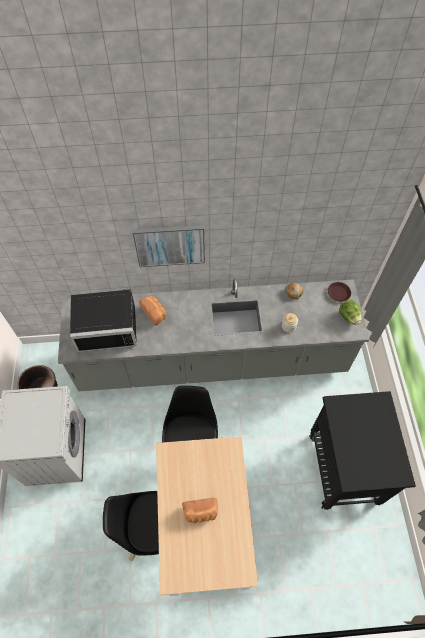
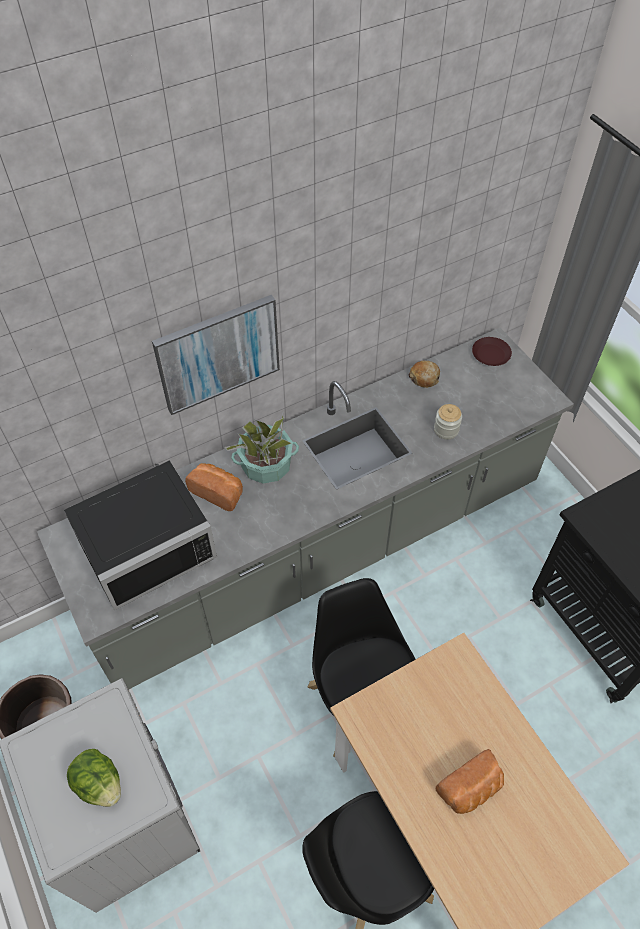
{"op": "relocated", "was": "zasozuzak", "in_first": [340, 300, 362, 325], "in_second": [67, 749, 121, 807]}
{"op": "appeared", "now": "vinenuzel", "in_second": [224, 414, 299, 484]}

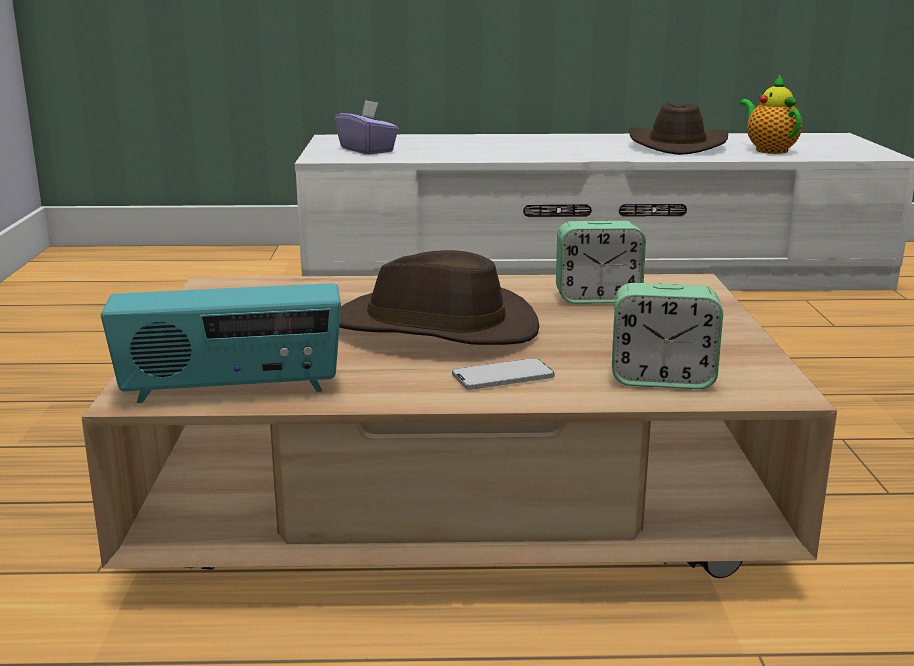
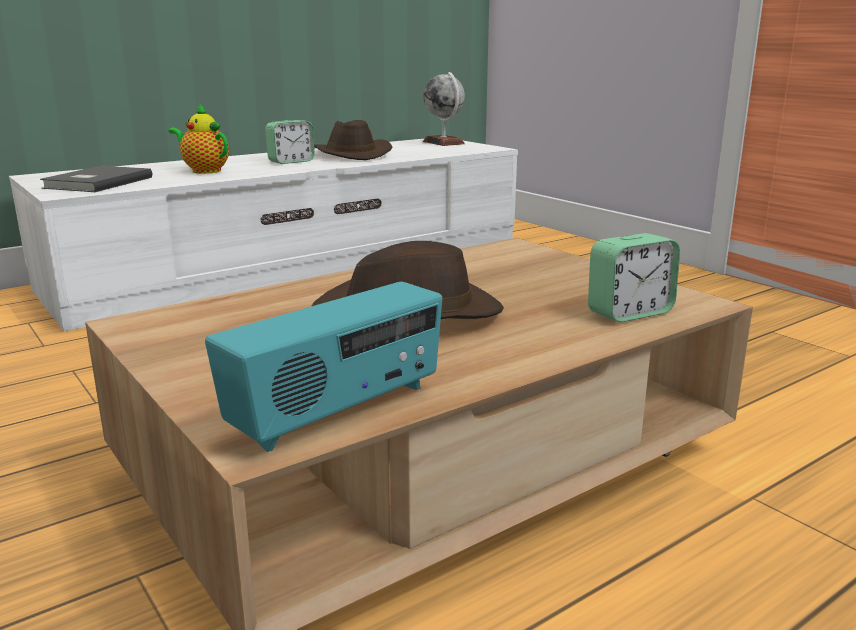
{"op": "relocated", "was": "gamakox", "in_first": [740, 75, 802, 154], "in_second": [168, 103, 229, 174]}
{"op": "exchanged", "was": "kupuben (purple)", "now": "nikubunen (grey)", "in_first": [334, 100, 399, 155], "in_second": [40, 166, 152, 192]}
{"op": "relocated", "was": "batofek", "in_first": [556, 221, 646, 304], "in_second": [265, 120, 315, 164]}
{"op": "missing", "was": "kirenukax", "in_first": [452, 358, 555, 390]}
{"op": "appeared", "now": "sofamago", "in_second": [423, 72, 465, 146]}

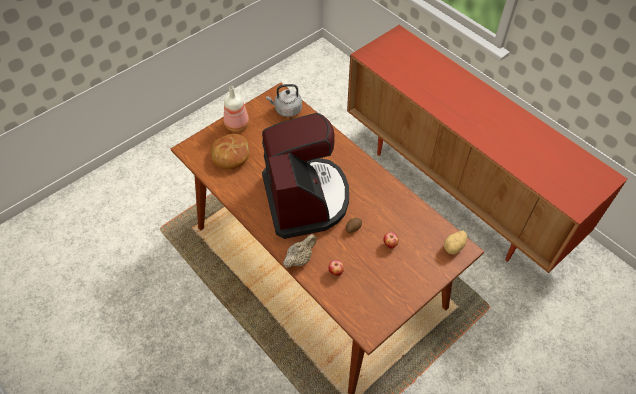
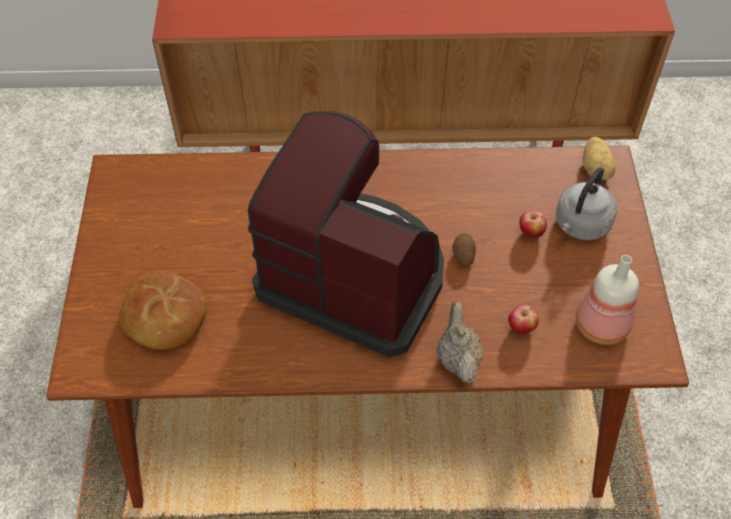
{"op": "relocated", "was": "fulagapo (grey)", "in_first": [266, 84, 302, 117], "in_second": [556, 167, 617, 240]}
{"op": "relocated", "was": "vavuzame", "in_first": [224, 86, 249, 132], "in_second": [576, 255, 639, 345]}

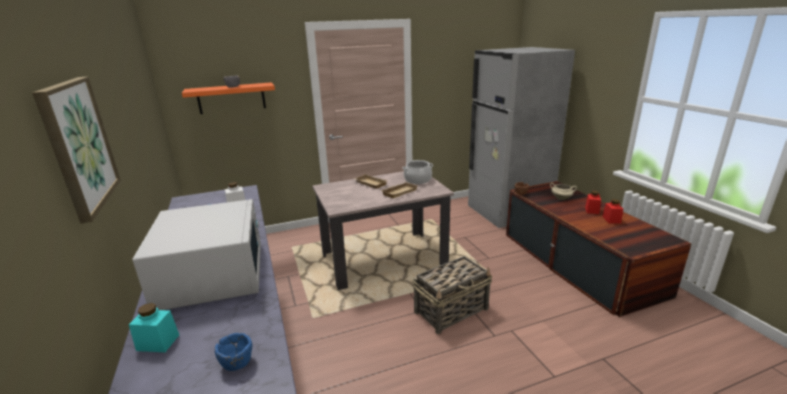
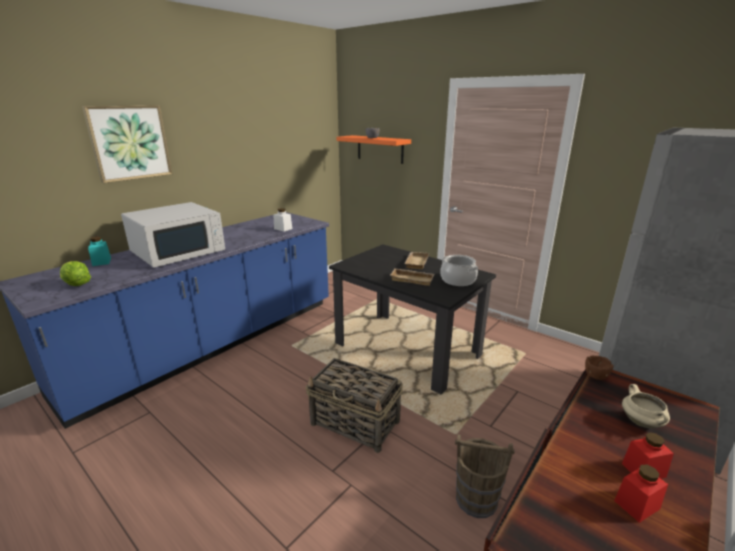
{"op": "colour", "was": "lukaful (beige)", "now": "lukaful (black)", "in_first": [312, 171, 454, 290], "in_second": [329, 244, 496, 394]}
{"op": "exchanged", "was": "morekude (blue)", "now": "zasozuzak", "in_first": [215, 333, 252, 371], "in_second": [60, 261, 91, 286]}
{"op": "appeared", "now": "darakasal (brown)", "in_second": [455, 434, 514, 518]}

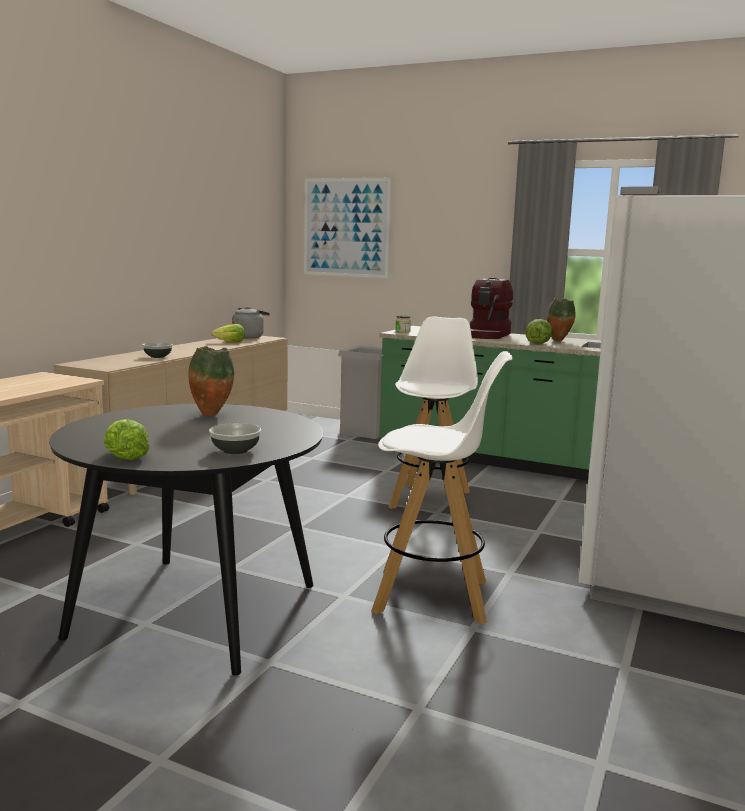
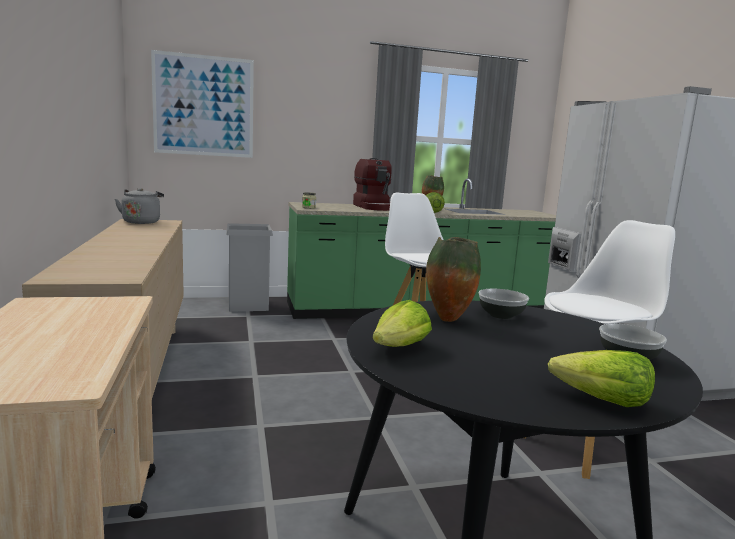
{"op": "relocated", "was": "zasozuzak", "in_first": [211, 324, 245, 342], "in_second": [373, 300, 432, 347]}
{"op": "relocated", "was": "morekude", "in_first": [142, 342, 173, 358], "in_second": [478, 289, 529, 319]}

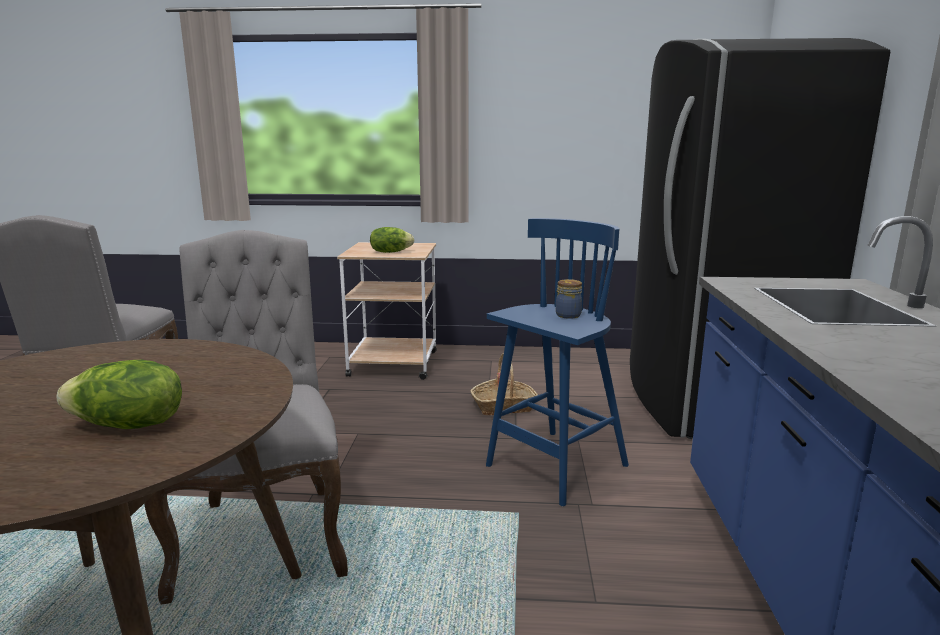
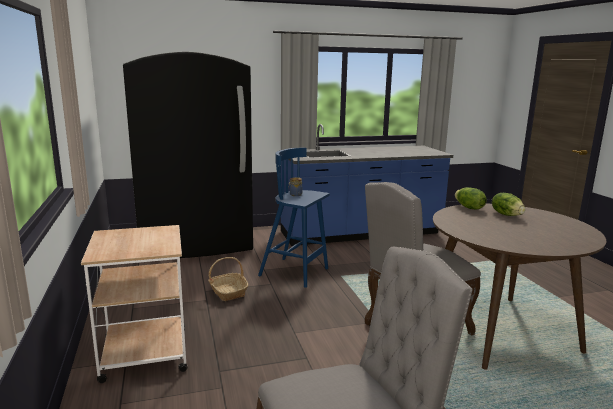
{"op": "relocated", "was": "zasozuzak", "in_first": [370, 227, 414, 253], "in_second": [455, 187, 487, 209]}

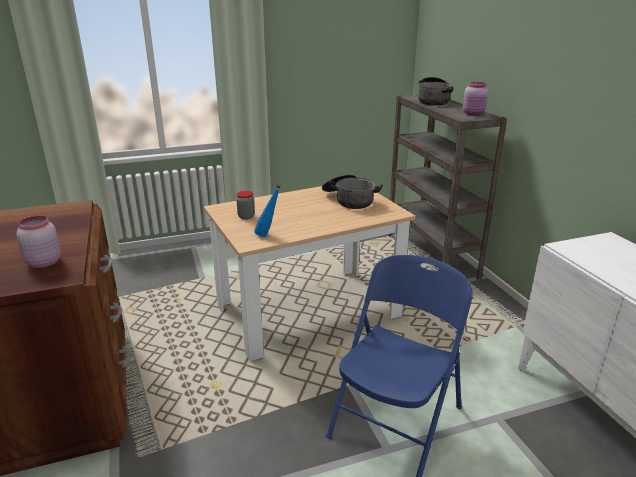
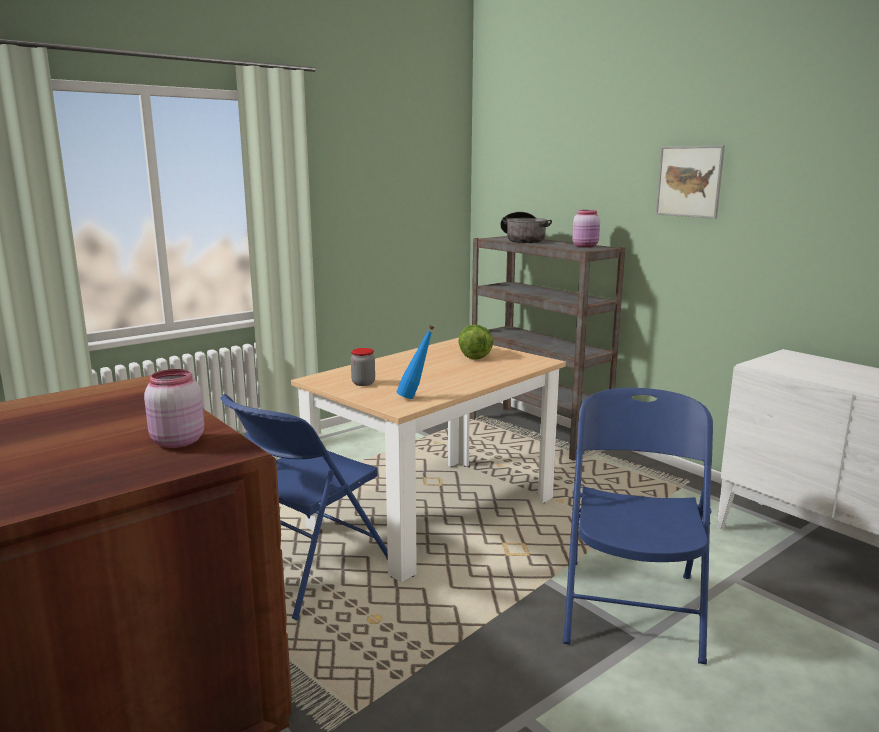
{"op": "exchanged", "was": "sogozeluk", "now": "zasozuzak", "in_first": [322, 175, 383, 209], "in_second": [458, 325, 493, 360]}
{"op": "appeared", "now": "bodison", "in_second": [655, 146, 725, 219]}
{"op": "appeared", "now": "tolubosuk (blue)", "in_second": [220, 394, 388, 621]}

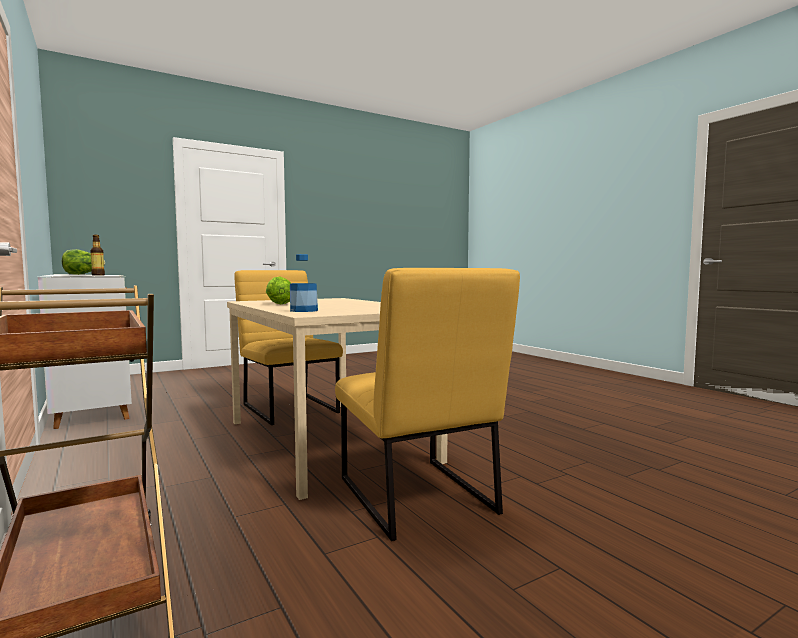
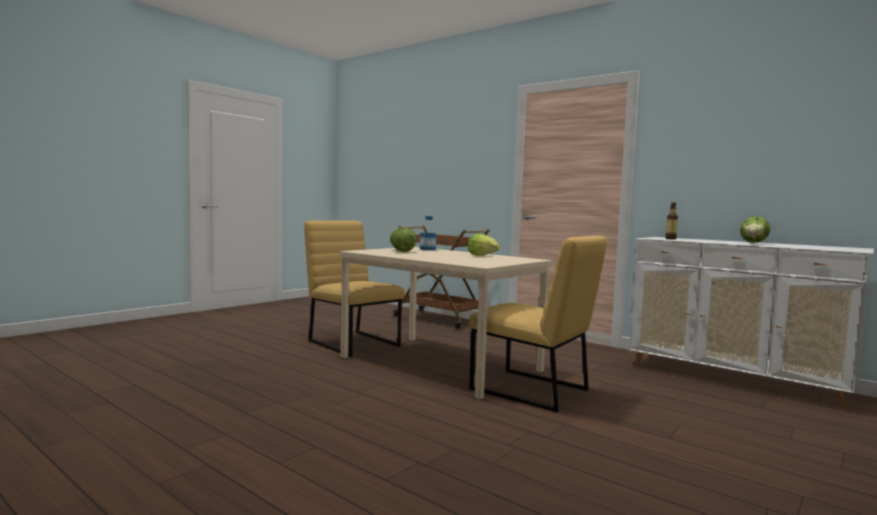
{"op": "appeared", "now": "zasozuzak", "in_second": [390, 227, 416, 252]}

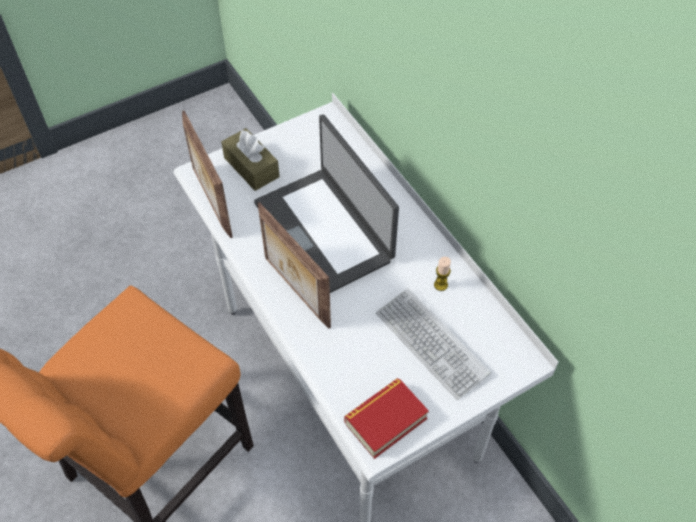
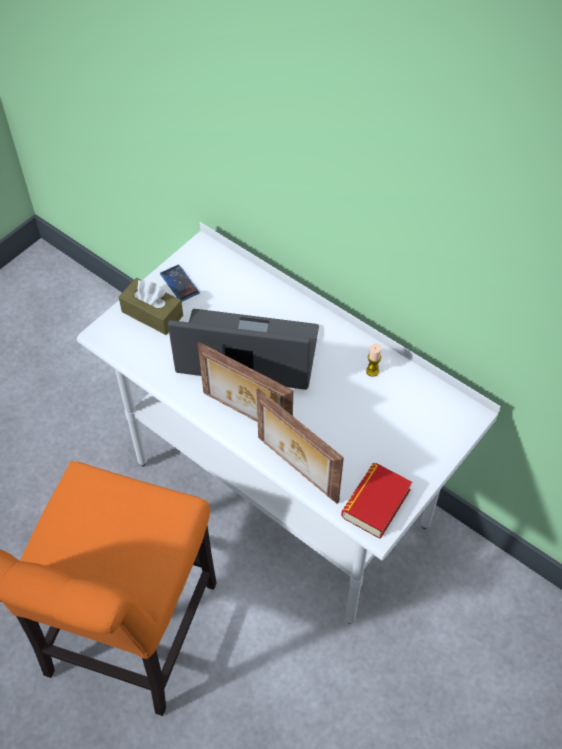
{"op": "relocated", "was": "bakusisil", "in_first": [182, 111, 233, 238], "in_second": [256, 388, 344, 504]}
{"op": "spun", "was": "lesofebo", "in_first": [254, 114, 399, 293], "in_second": [168, 309, 319, 390], "clockwise": 150}
{"op": "missing", "was": "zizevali", "in_first": [376, 288, 491, 400]}
{"op": "appeared", "now": "kirenukax", "in_second": [160, 265, 200, 302]}

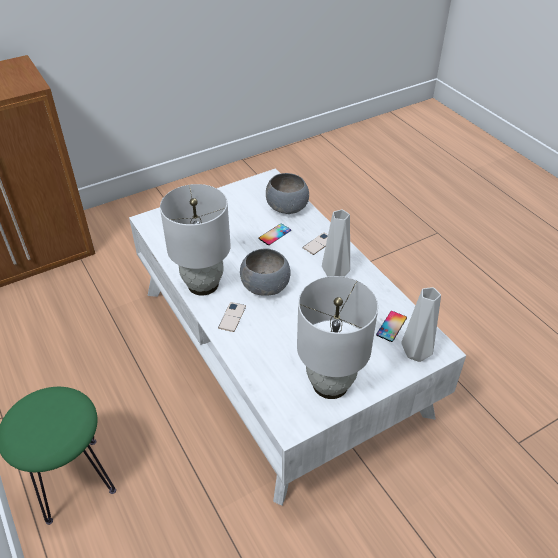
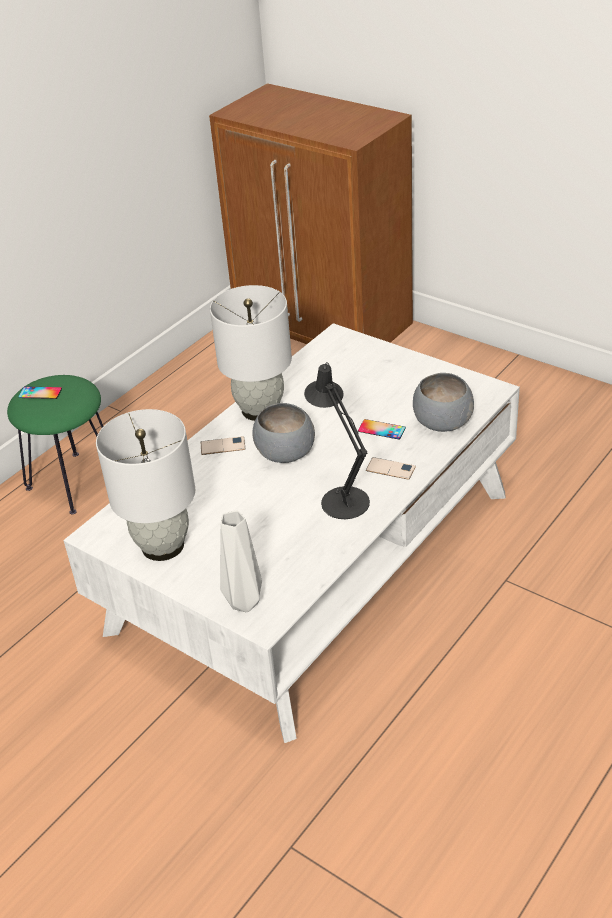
{"op": "exchanged", "was": "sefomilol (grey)", "now": "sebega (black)", "in_first": [322, 210, 350, 277], "in_second": [304, 362, 370, 519]}
{"op": "relocated", "was": "kirenukax", "in_first": [376, 311, 407, 342], "in_second": [18, 386, 62, 399]}

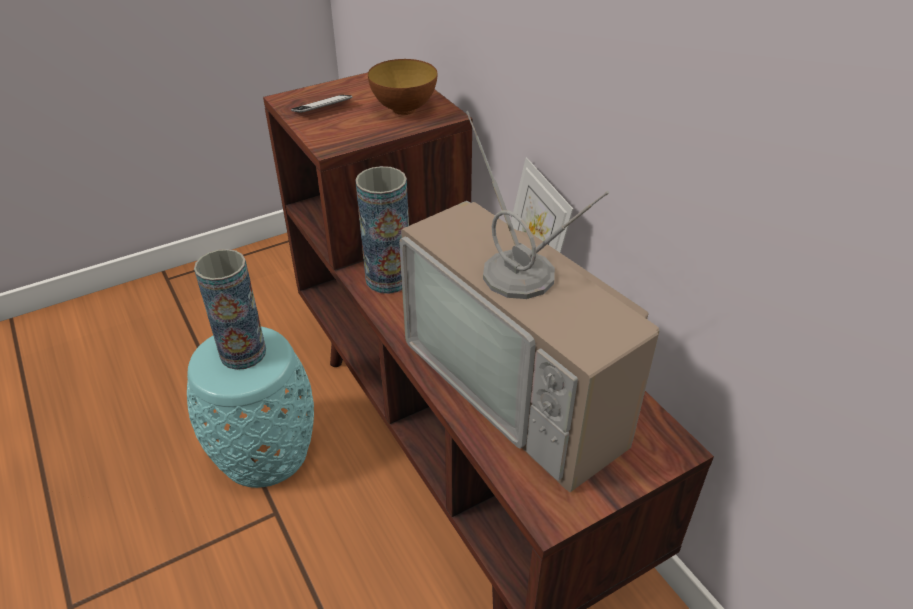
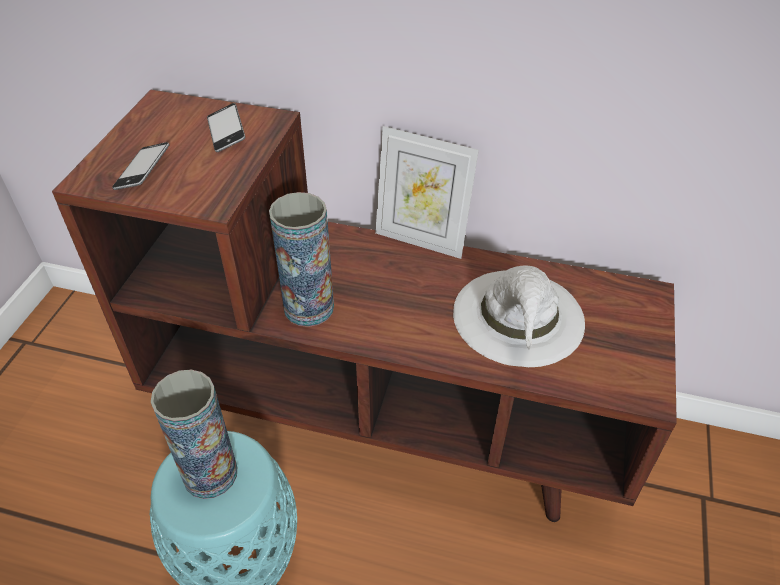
{"op": "exchanged", "was": "morekude", "now": "kirenukax", "in_first": [368, 59, 437, 115], "in_second": [207, 103, 245, 152]}
{"op": "exchanged", "was": "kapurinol", "now": "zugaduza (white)", "in_first": [399, 111, 660, 492], "in_second": [453, 266, 585, 367]}

